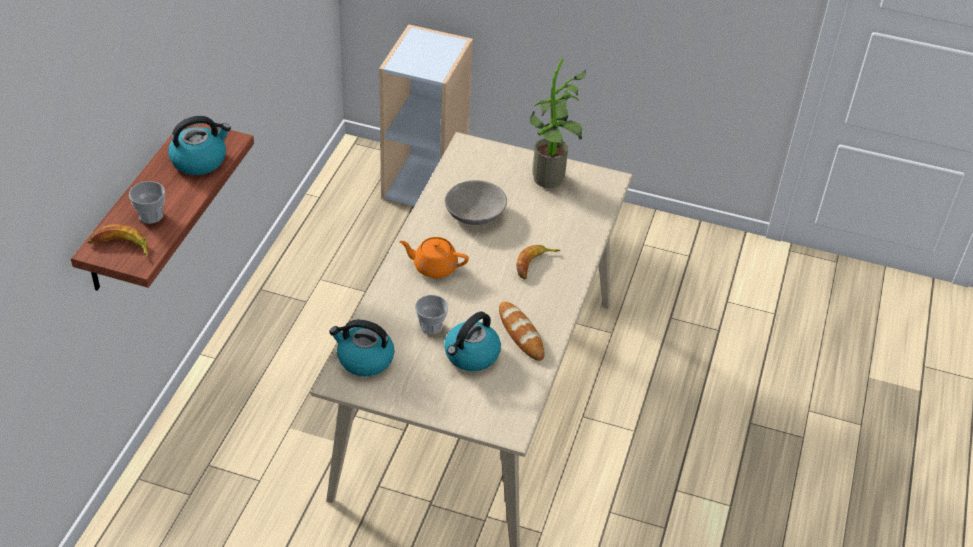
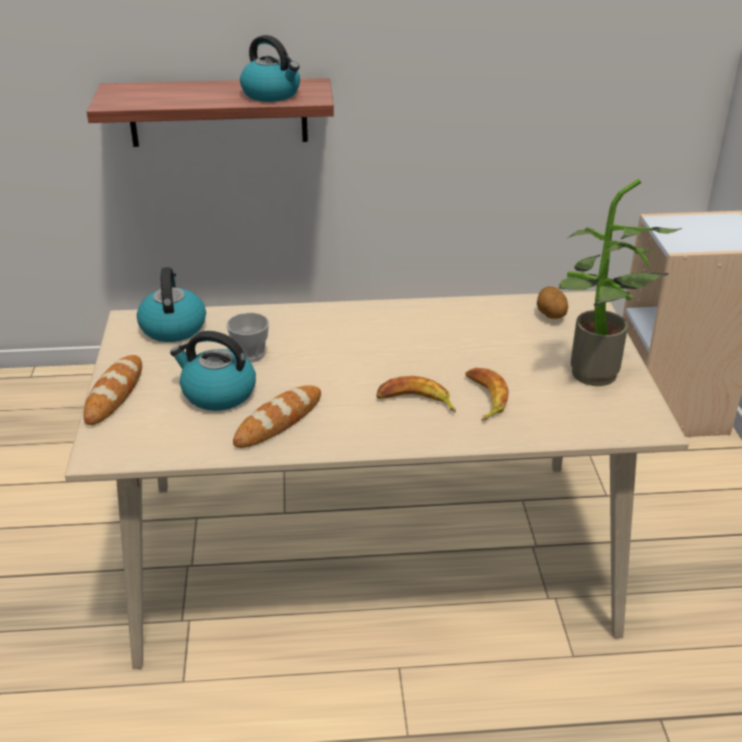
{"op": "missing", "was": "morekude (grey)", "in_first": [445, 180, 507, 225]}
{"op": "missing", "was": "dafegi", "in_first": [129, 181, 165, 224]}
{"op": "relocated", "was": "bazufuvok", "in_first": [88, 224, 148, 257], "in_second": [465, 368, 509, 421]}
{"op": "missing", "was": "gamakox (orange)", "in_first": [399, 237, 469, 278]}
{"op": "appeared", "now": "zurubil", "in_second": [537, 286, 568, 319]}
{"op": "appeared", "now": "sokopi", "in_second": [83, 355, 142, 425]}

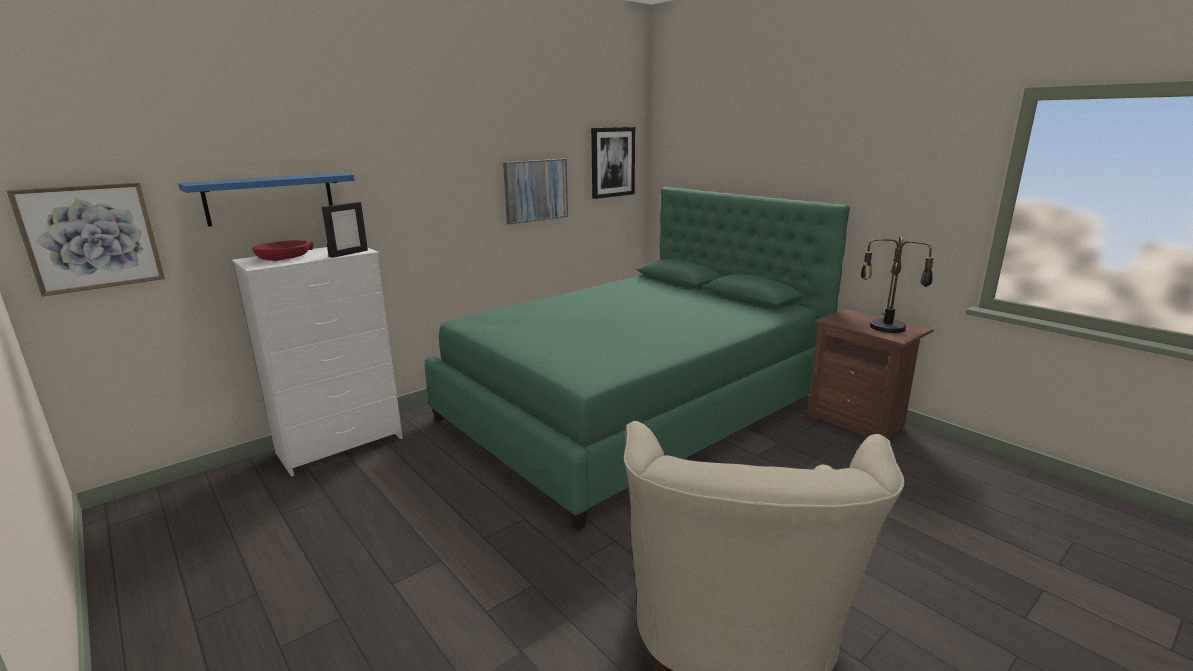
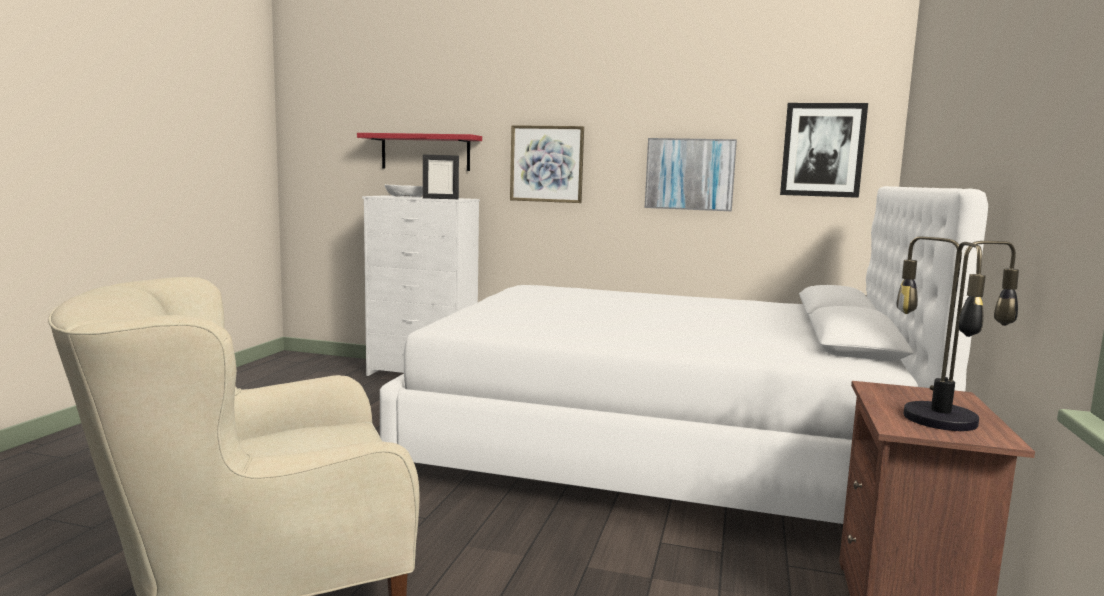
{"op": "colour", "was": "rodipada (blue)", "now": "rodipada (red)", "in_first": [178, 173, 355, 227], "in_second": [357, 133, 482, 171]}
{"op": "relocated", "was": "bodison", "in_first": [7, 182, 165, 296], "in_second": [510, 125, 584, 203]}
{"op": "colour", "was": "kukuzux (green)", "now": "kukuzux (white)", "in_first": [425, 187, 850, 531], "in_second": [380, 186, 988, 524]}
{"op": "colour", "was": "morekude (red)", "now": "morekude (white)", "in_first": [252, 240, 314, 261], "in_second": [385, 184, 423, 197]}

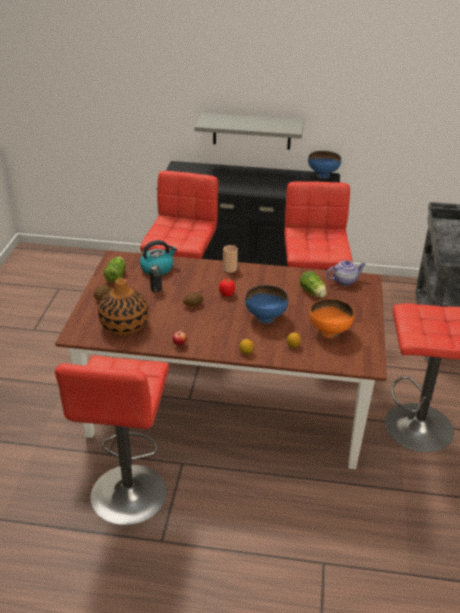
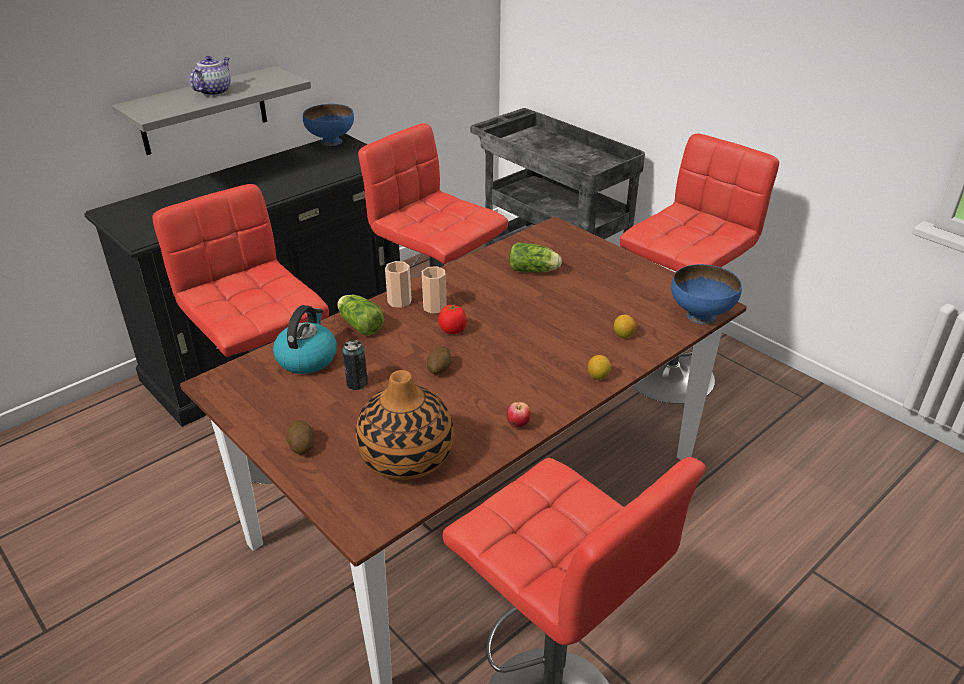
{"op": "relocated", "was": "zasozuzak", "in_first": [104, 257, 126, 282], "in_second": [337, 294, 384, 335]}
{"op": "relocated", "was": "gamakox", "in_first": [327, 260, 366, 286], "in_second": [190, 56, 231, 96]}
{"op": "relocated", "was": "morekude (blue)", "in_first": [245, 285, 288, 324], "in_second": [671, 264, 742, 324]}
{"op": "missing", "was": "morekude (orange)", "in_first": [309, 298, 354, 338]}
{"op": "appeared", "now": "dafegi", "in_second": [422, 266, 447, 313]}

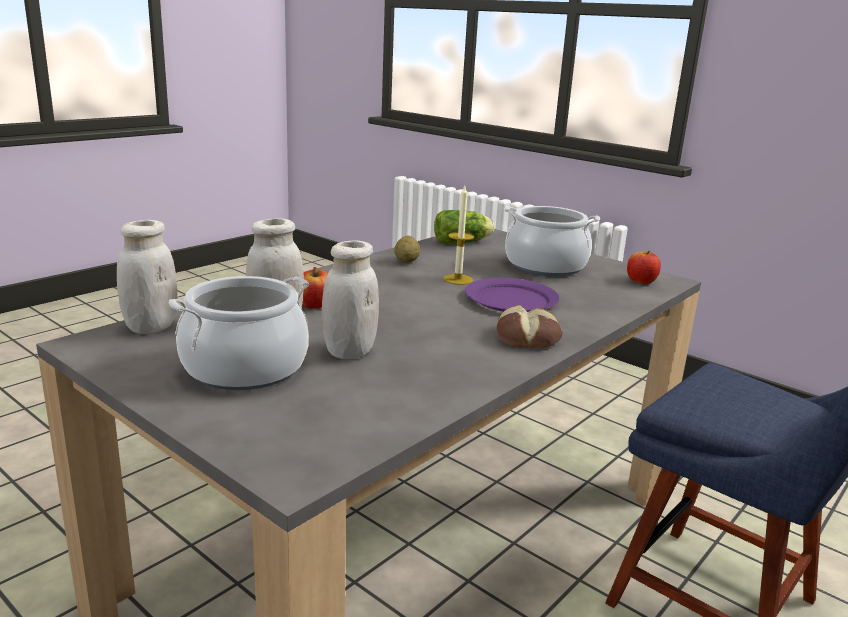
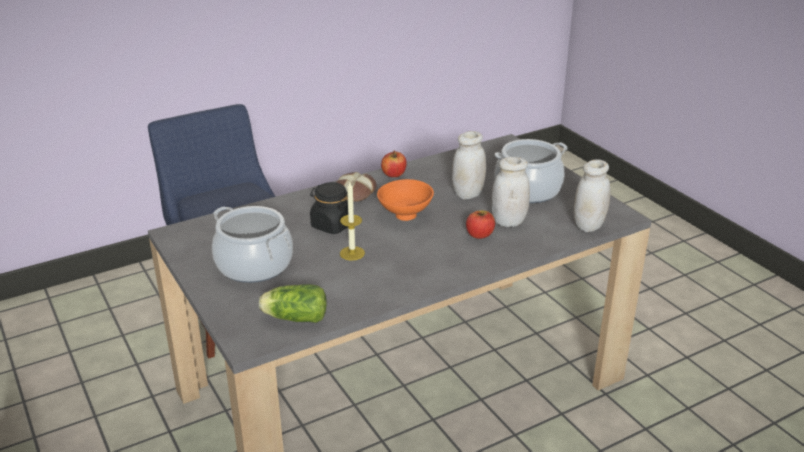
{"op": "missing", "was": "zurubil", "in_first": [394, 236, 420, 263]}
{"op": "relocated", "was": "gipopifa", "in_first": [627, 251, 661, 284], "in_second": [381, 151, 407, 177]}
{"op": "exchanged", "was": "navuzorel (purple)", "now": "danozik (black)", "in_first": [465, 278, 559, 312], "in_second": [310, 182, 348, 234]}
{"op": "appeared", "now": "morekude (orange)", "in_second": [377, 179, 434, 221]}

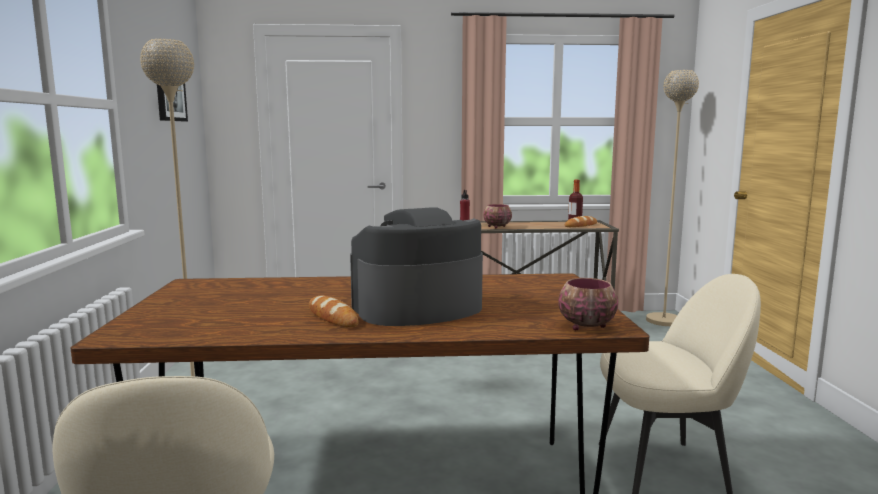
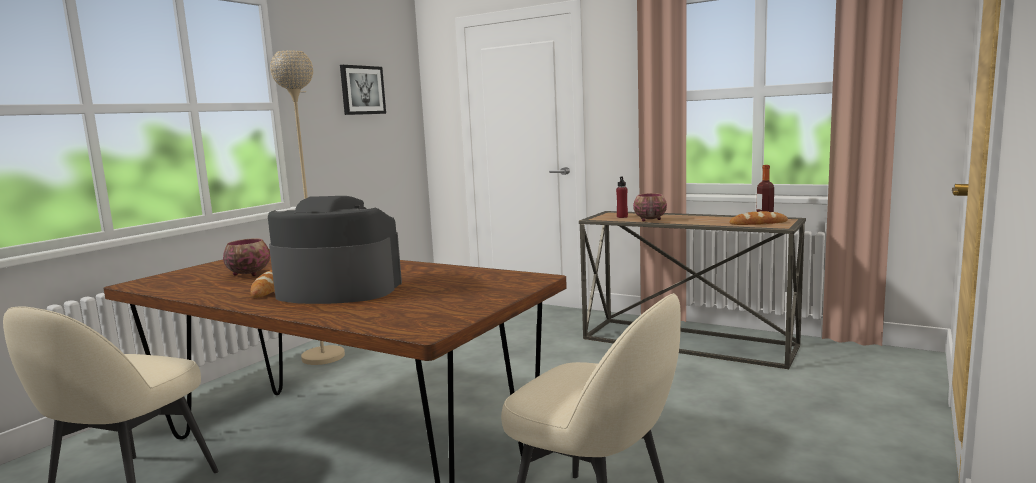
{"op": "missing", "was": "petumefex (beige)", "in_first": [646, 70, 699, 326]}
{"op": "relocated", "was": "morekude", "in_first": [558, 278, 618, 330], "in_second": [223, 238, 270, 276]}

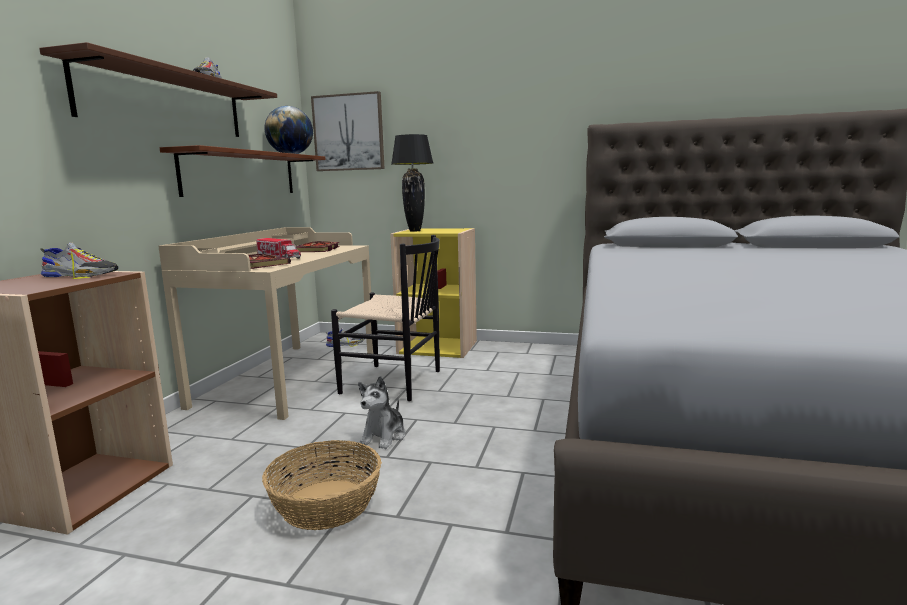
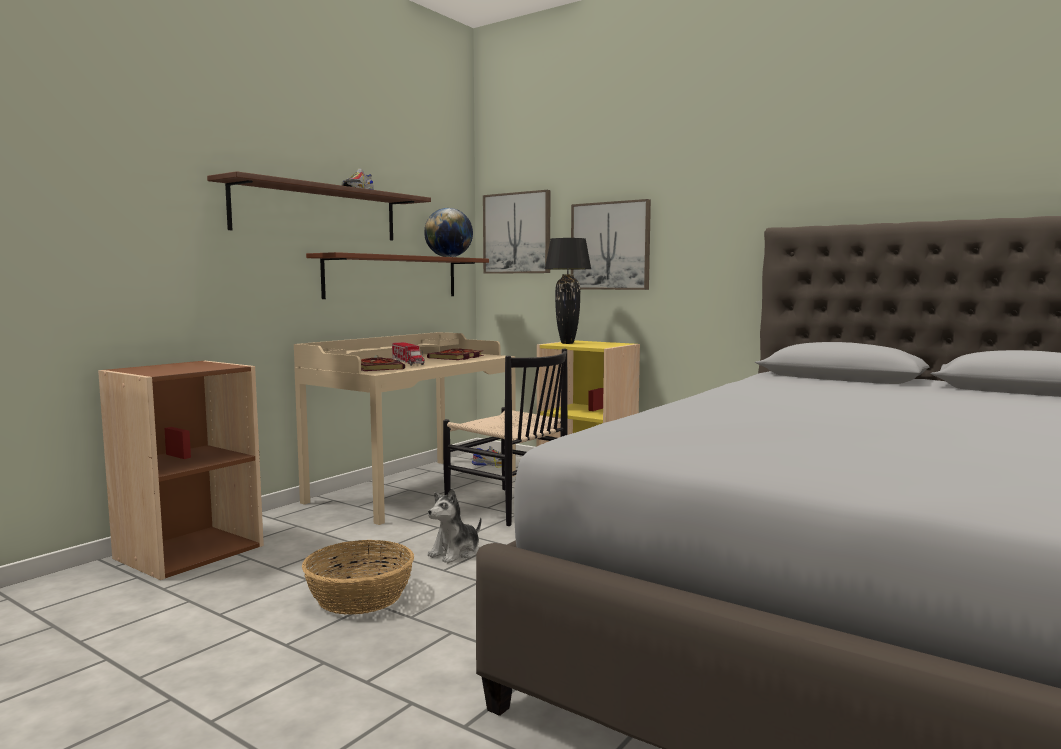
{"op": "missing", "was": "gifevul", "in_first": [40, 243, 118, 279]}
{"op": "appeared", "now": "bodison", "in_second": [571, 199, 651, 290]}

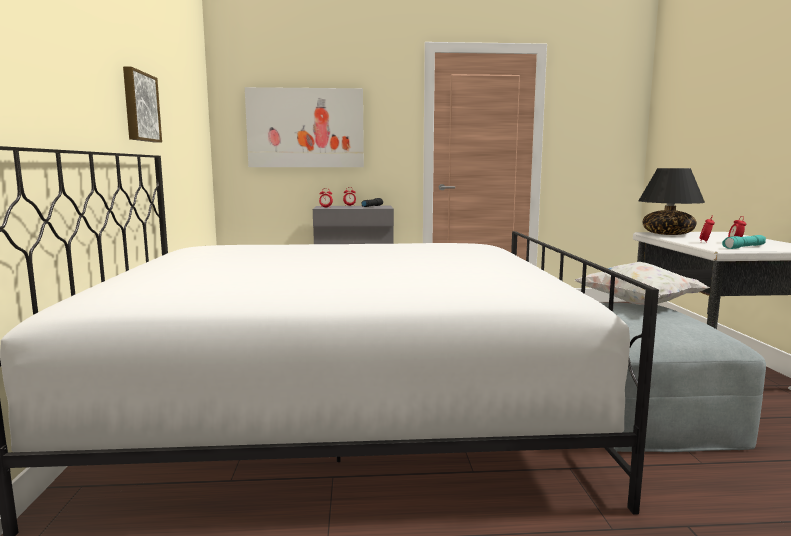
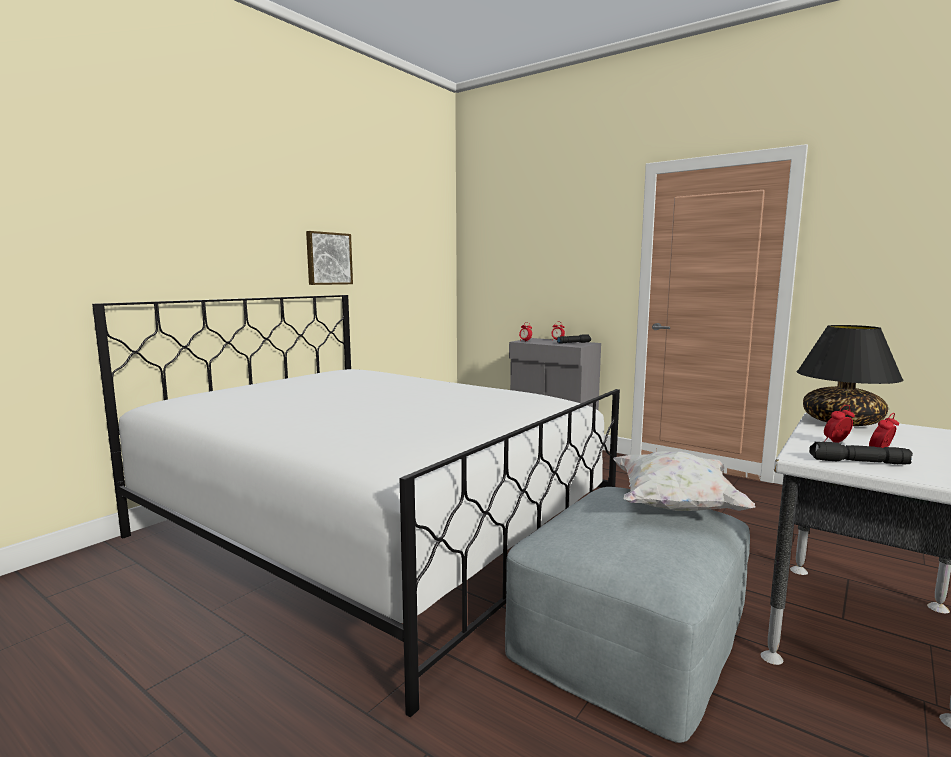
{"op": "missing", "was": "bodison", "in_first": [245, 87, 364, 167]}
{"op": "colour", "was": "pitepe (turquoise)", "now": "pitepe (black)", "in_first": [722, 235, 766, 249], "in_second": [809, 442, 913, 465]}

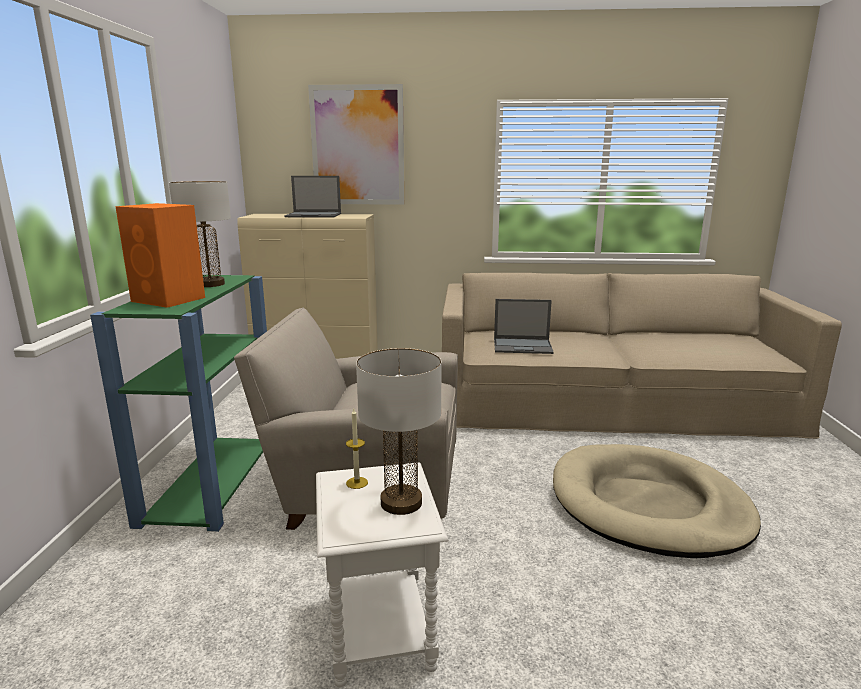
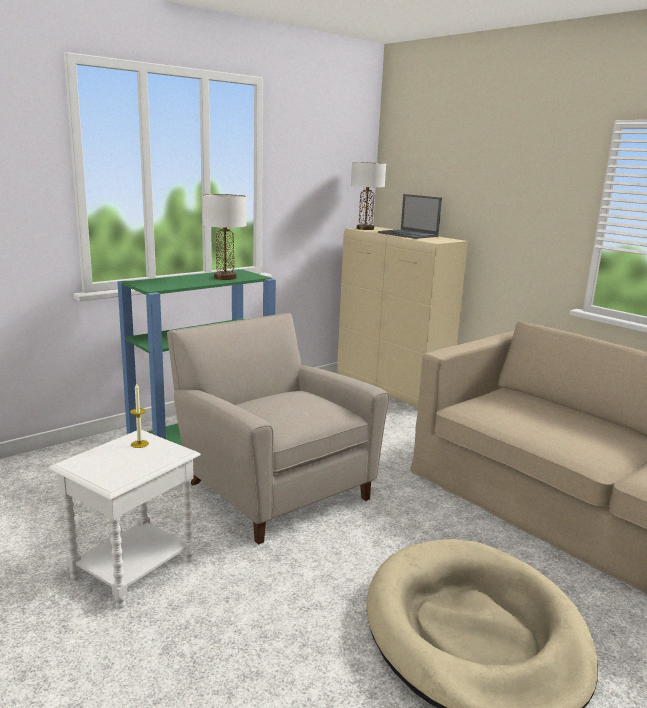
{"op": "missing", "was": "bodison", "in_first": [308, 84, 404, 205]}
{"op": "missing", "was": "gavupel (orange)", "in_first": [115, 203, 205, 308]}
{"op": "missing", "was": "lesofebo", "in_first": [494, 299, 554, 354]}
{"op": "relocated", "was": "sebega", "in_first": [356, 348, 442, 515], "in_second": [351, 162, 386, 230]}

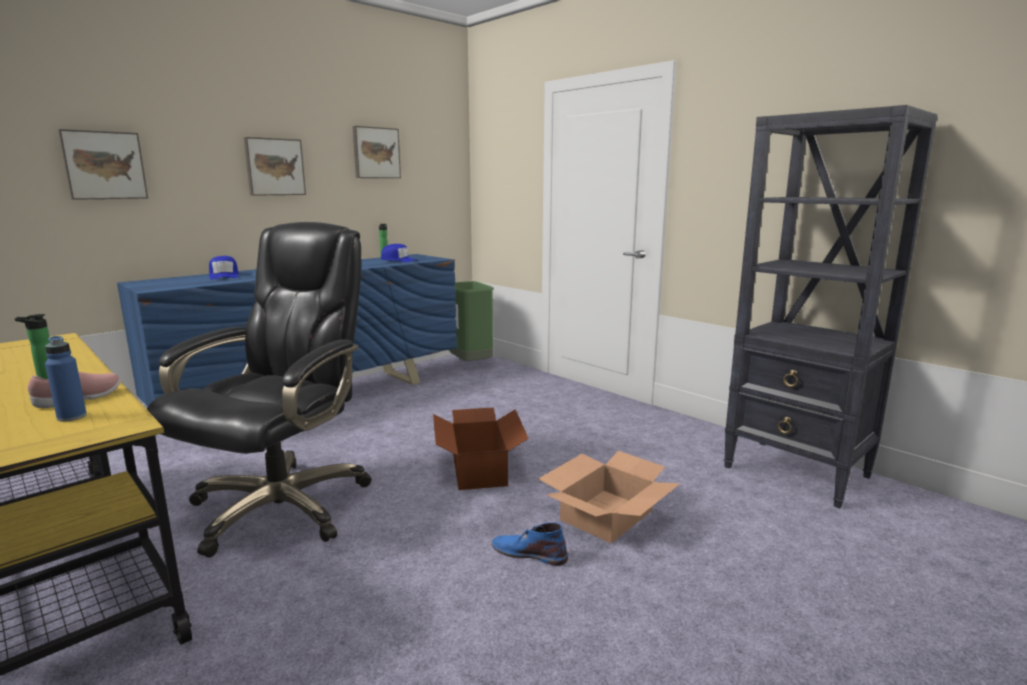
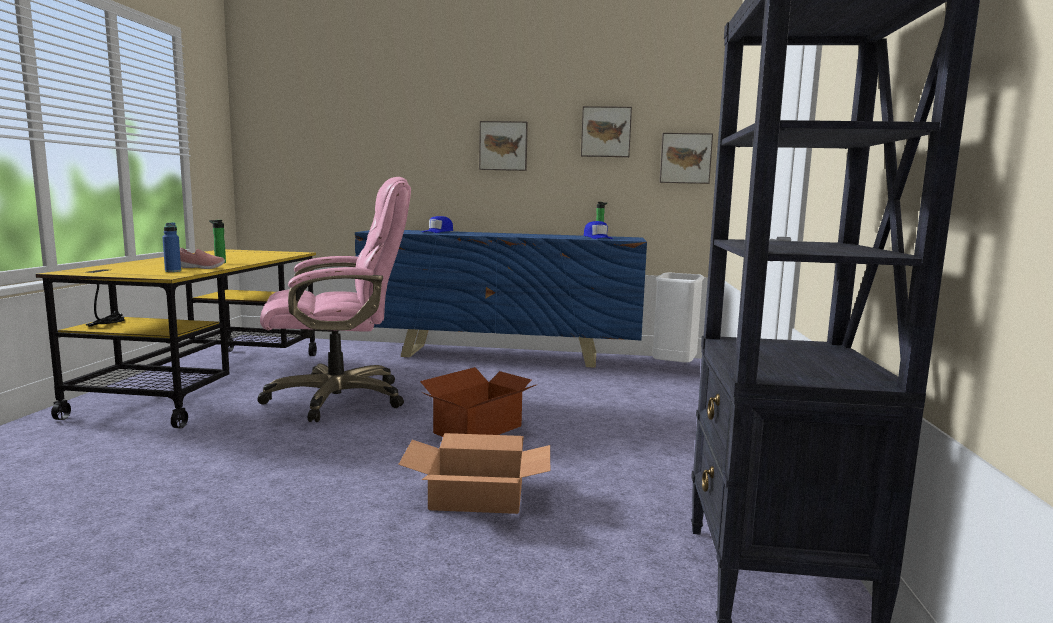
{"op": "relocated", "was": "bodison", "in_first": [58, 129, 148, 200], "in_second": [659, 133, 713, 184]}
{"op": "colour", "was": "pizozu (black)", "now": "pizozu (pink)", "in_first": [147, 222, 372, 558], "in_second": [257, 177, 411, 422]}
{"op": "colour", "was": "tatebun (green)", "now": "tatebun (white)", "in_first": [448, 281, 494, 361], "in_second": [653, 273, 704, 363]}
{"op": "missing", "was": "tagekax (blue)", "in_first": [492, 522, 568, 566]}

